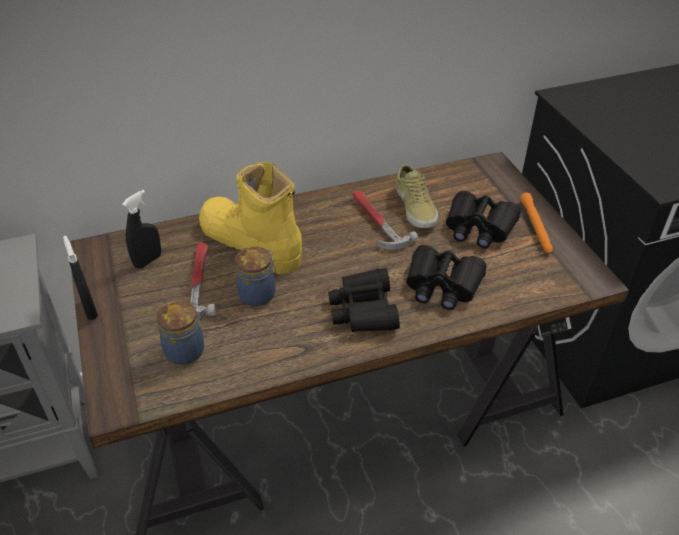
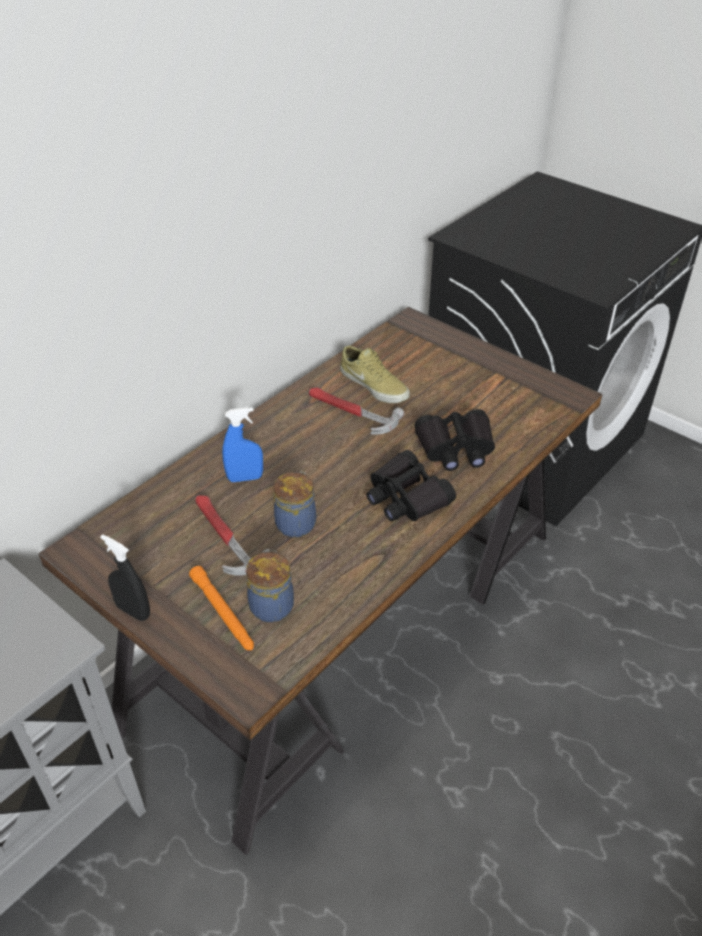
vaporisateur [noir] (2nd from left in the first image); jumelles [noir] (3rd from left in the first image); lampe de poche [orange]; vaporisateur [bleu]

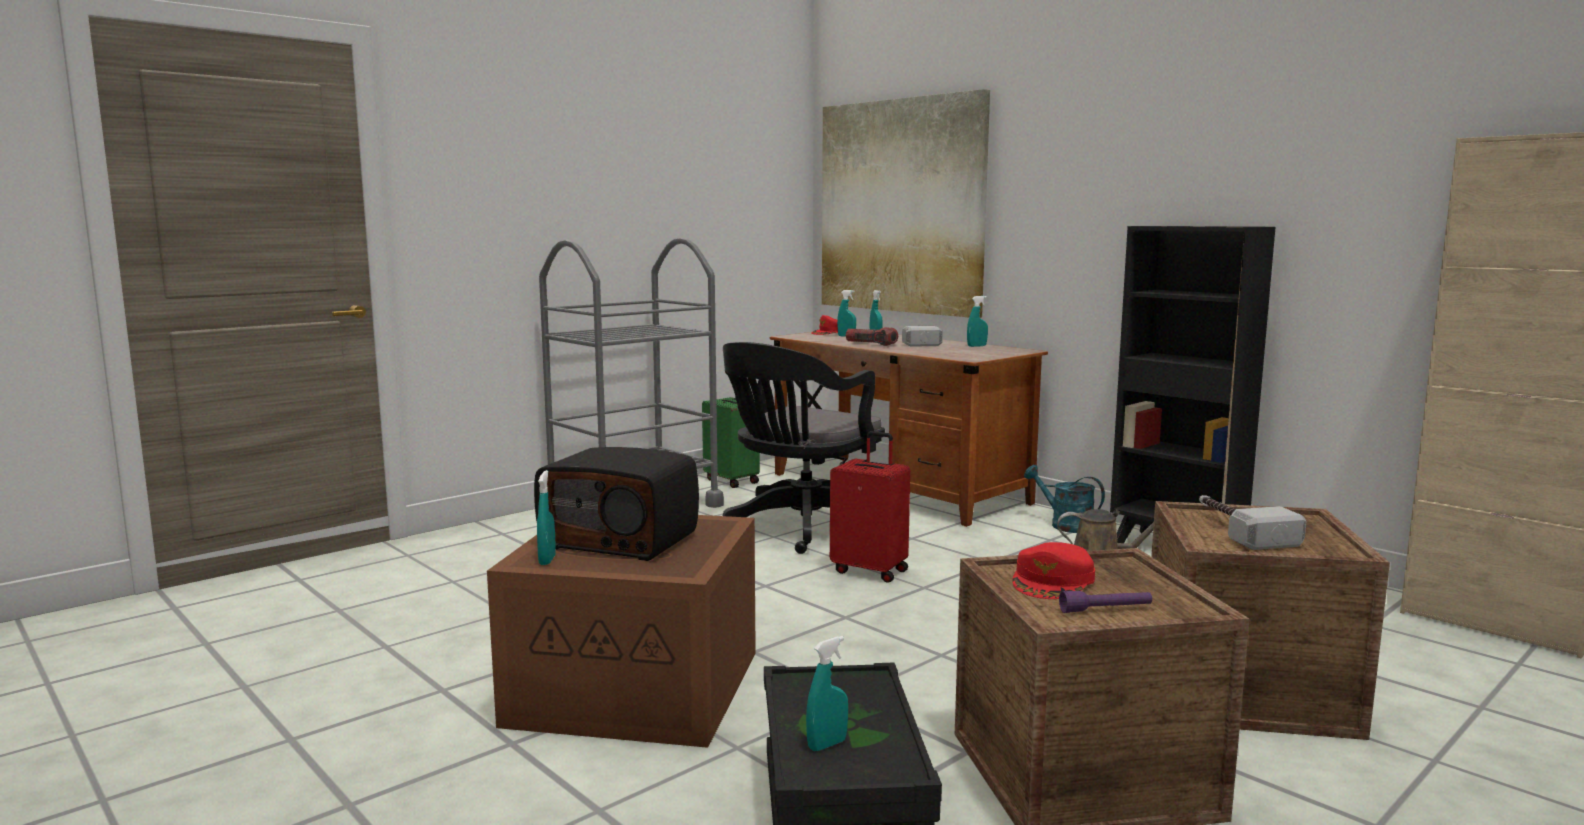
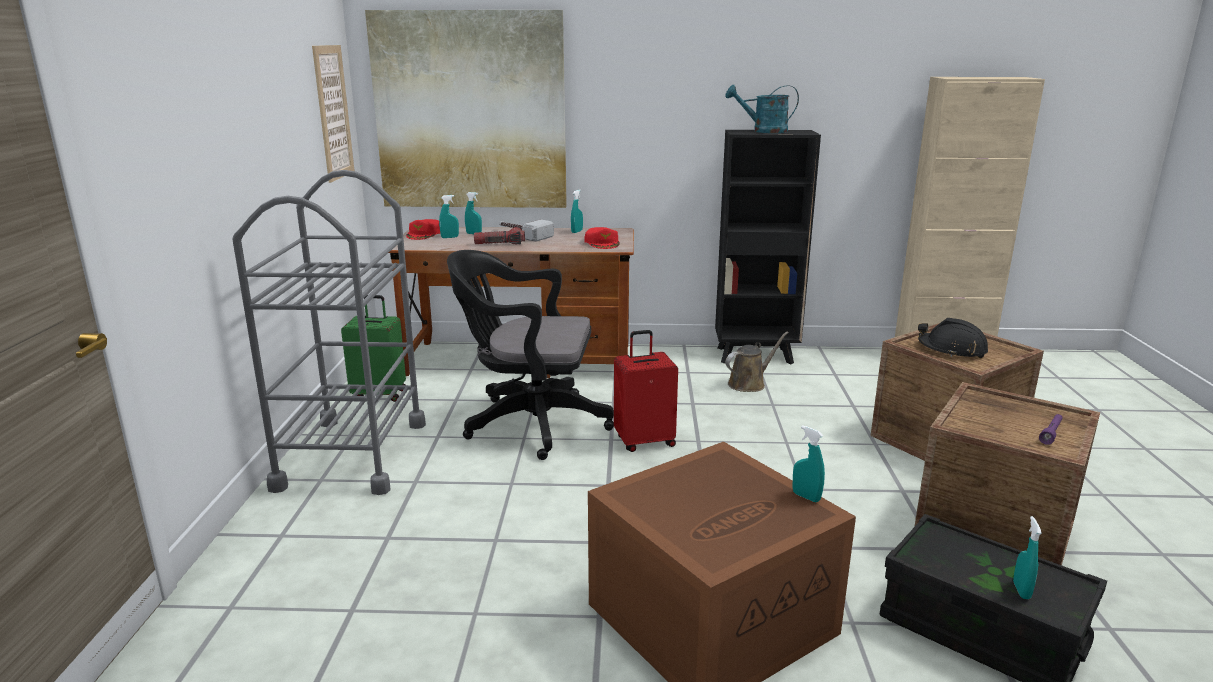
radio; tableau (1st from left); vaporisateur [turquoise] (4th from left); casquette [rouge] (2nd from left); arrosoir [turquoise]; casque de chantier [noir]; chaise de bureau [noir]

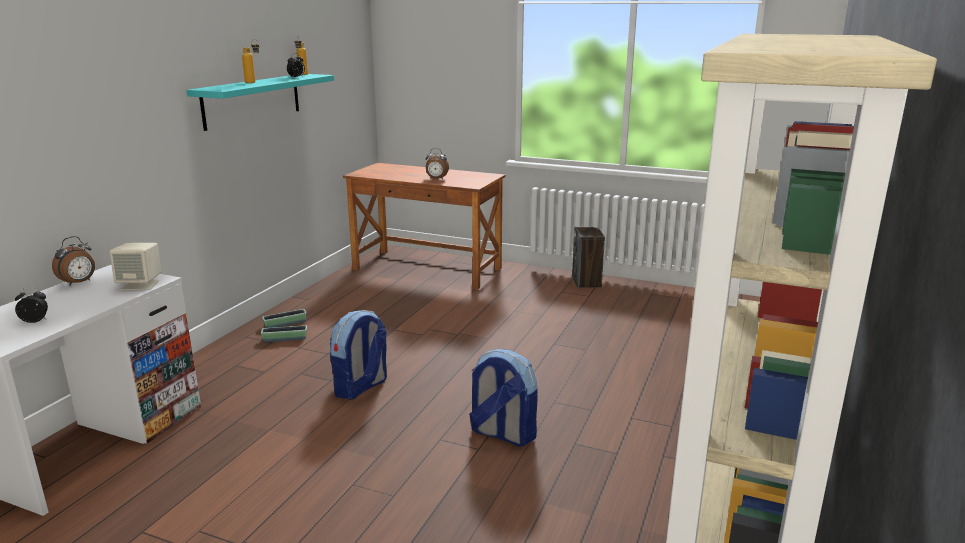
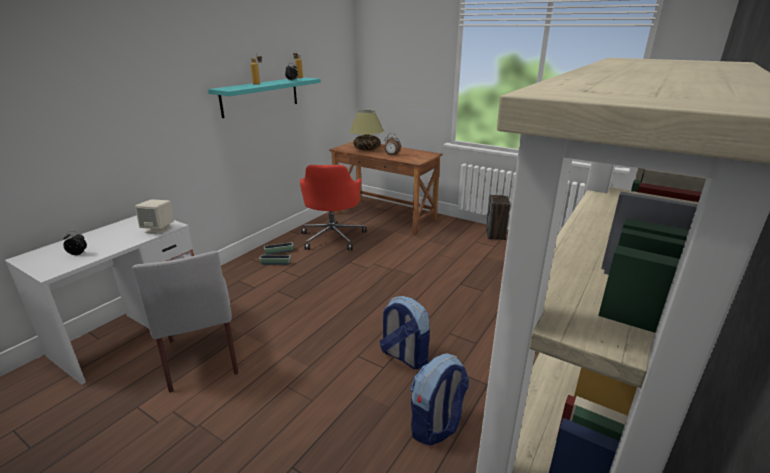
réveil (2nd from left in the first image); chaise [gris]; chaise de bureau [rouge]; lampe de table; sac à dos (2nd from left)

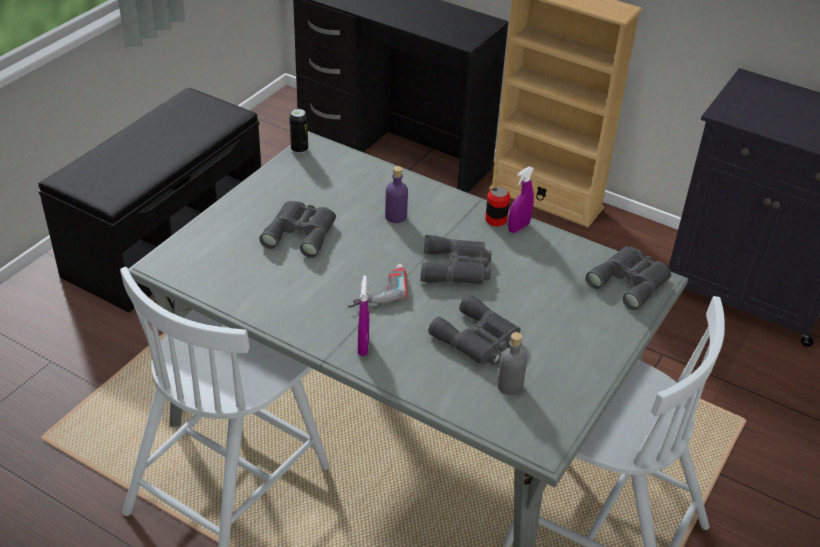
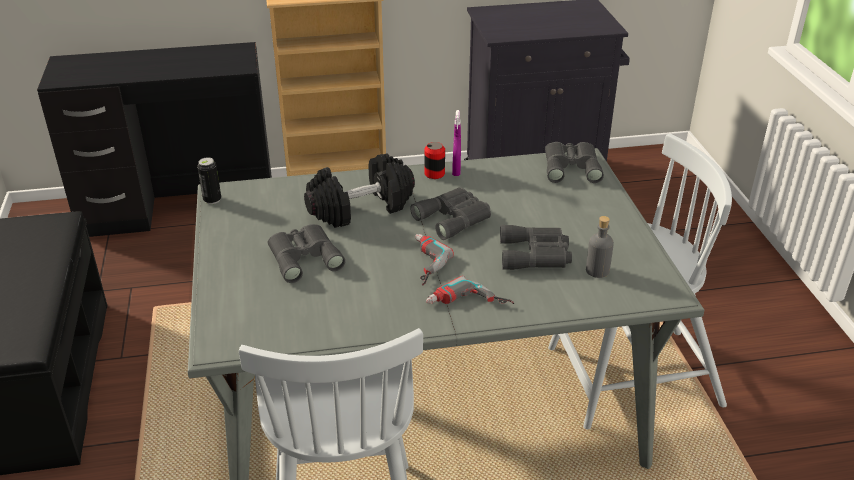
perceuse (2nd from left); haltère [noir]

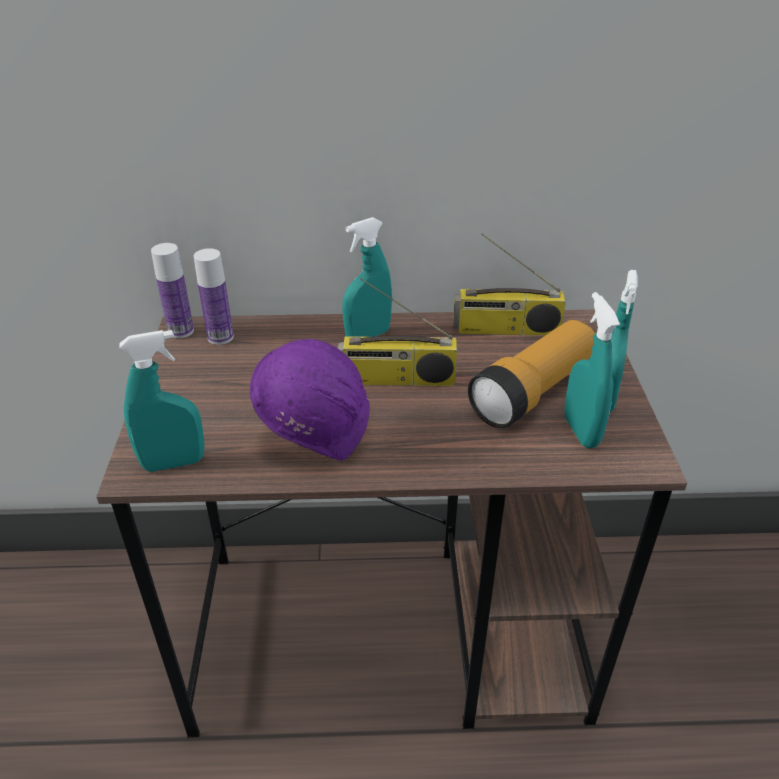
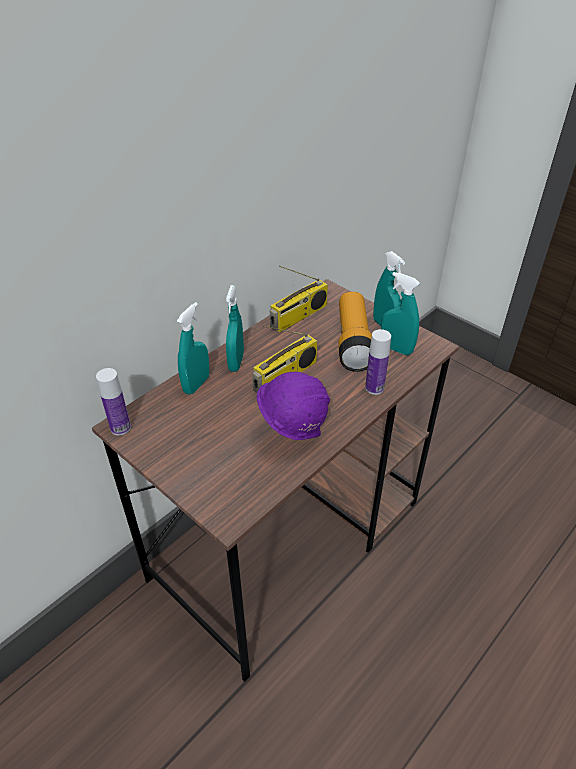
vaporisateur [turquoise] (1st from left); bouteille (2nd from left)

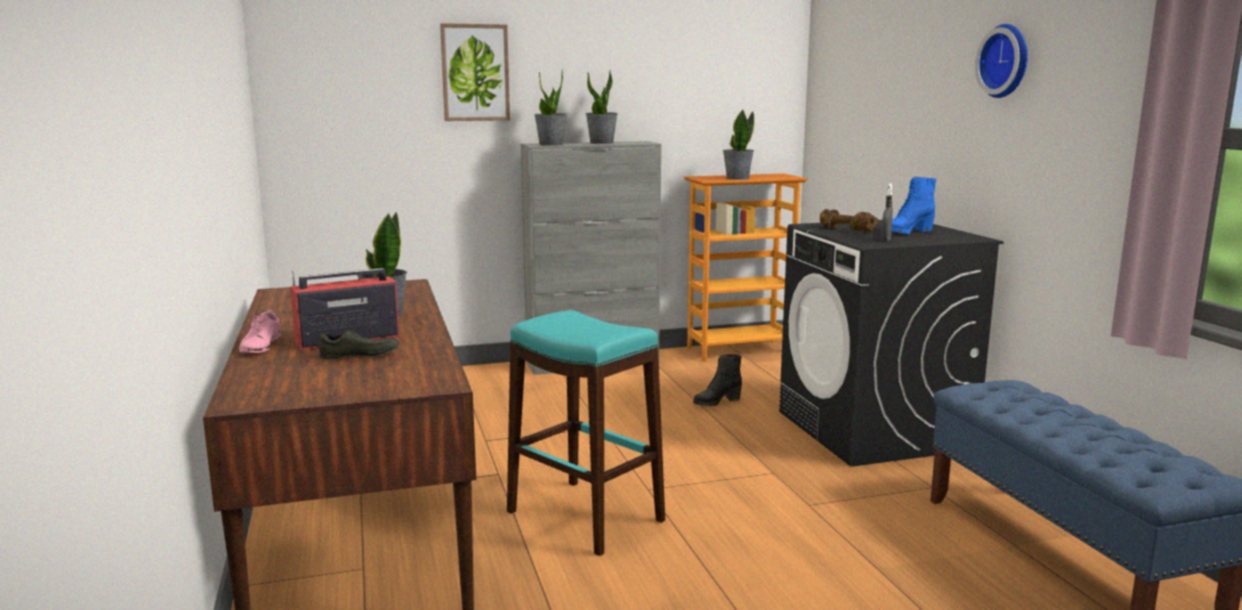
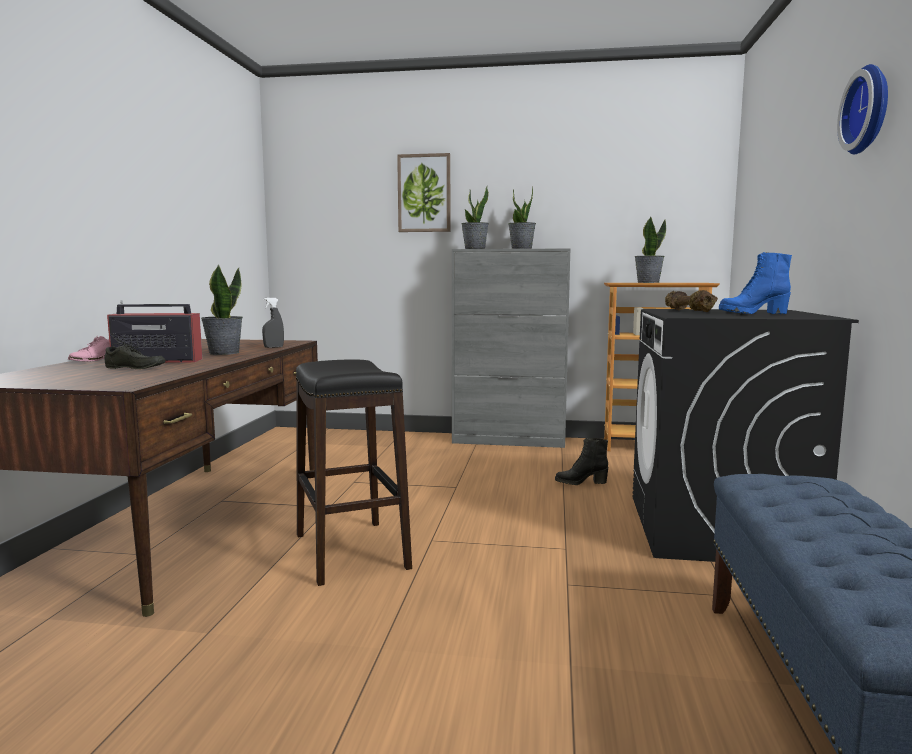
vaporisateur [gris]; tabouret [noir]

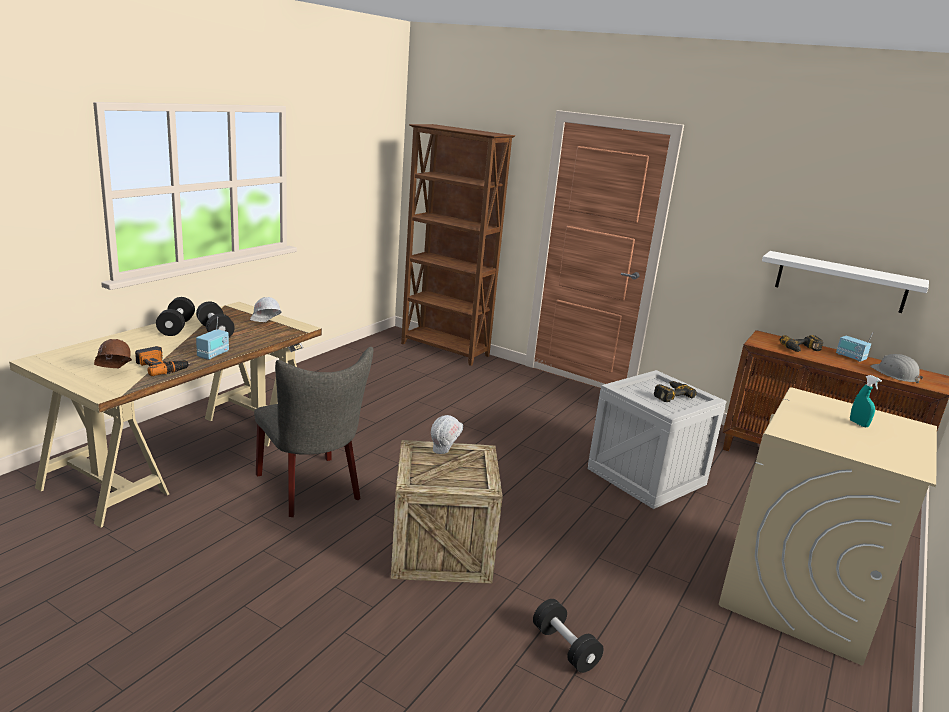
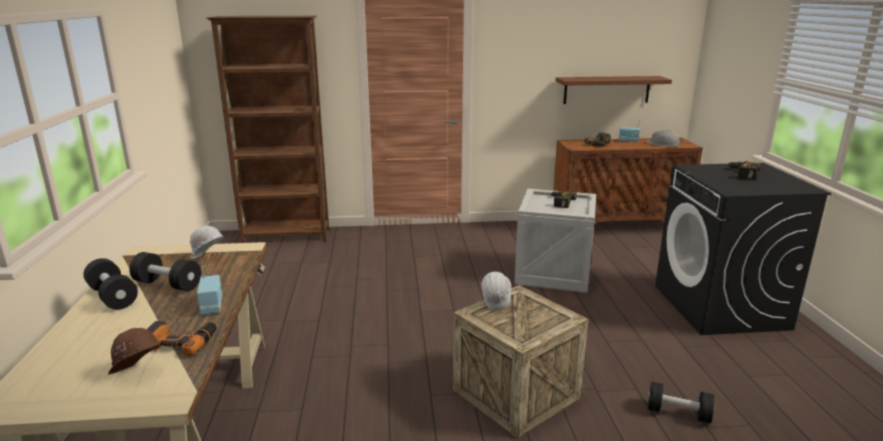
chaise [gris]; perceuse (4th from left); lave-linge [noir]; étagère [marron]

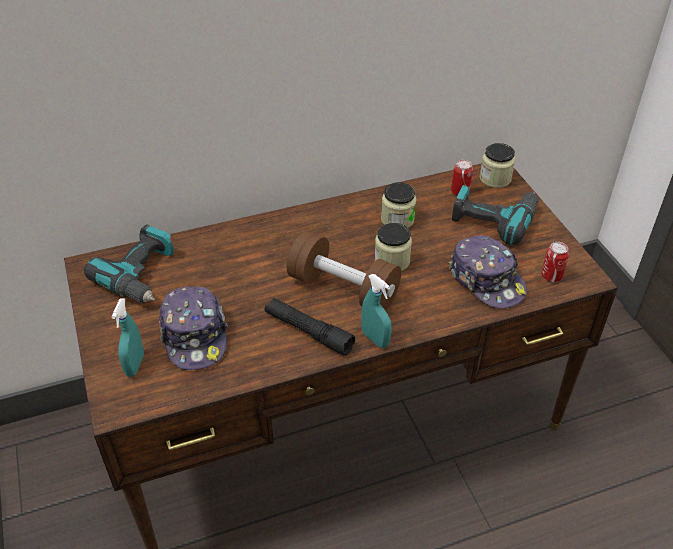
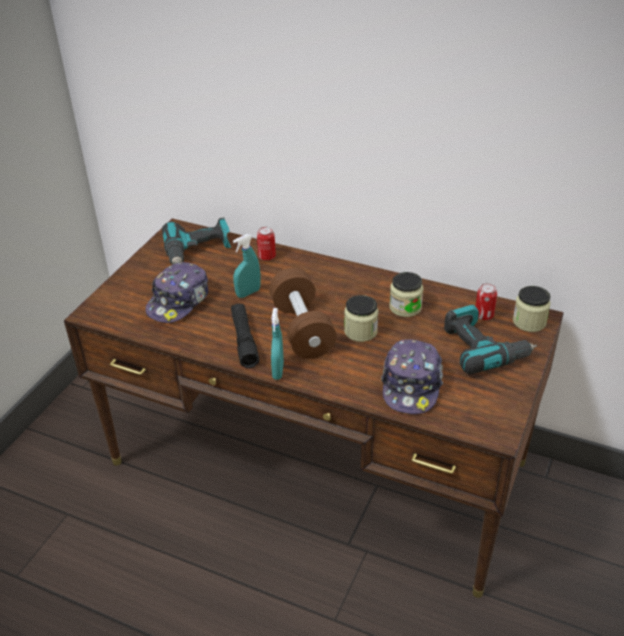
vaporisateur [turquoise] (1st from left); boîte métallique (1st from left)

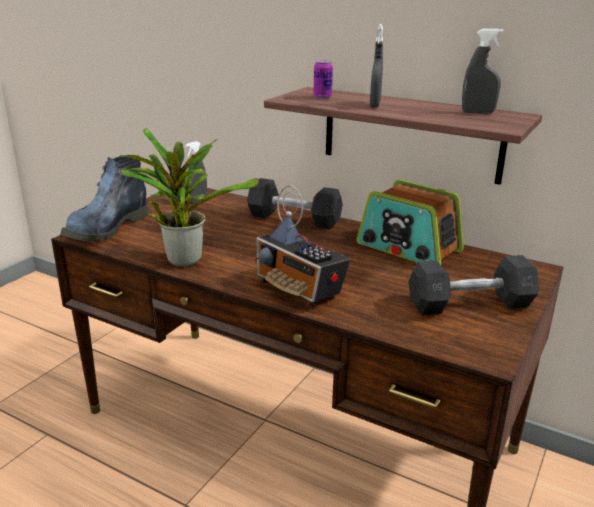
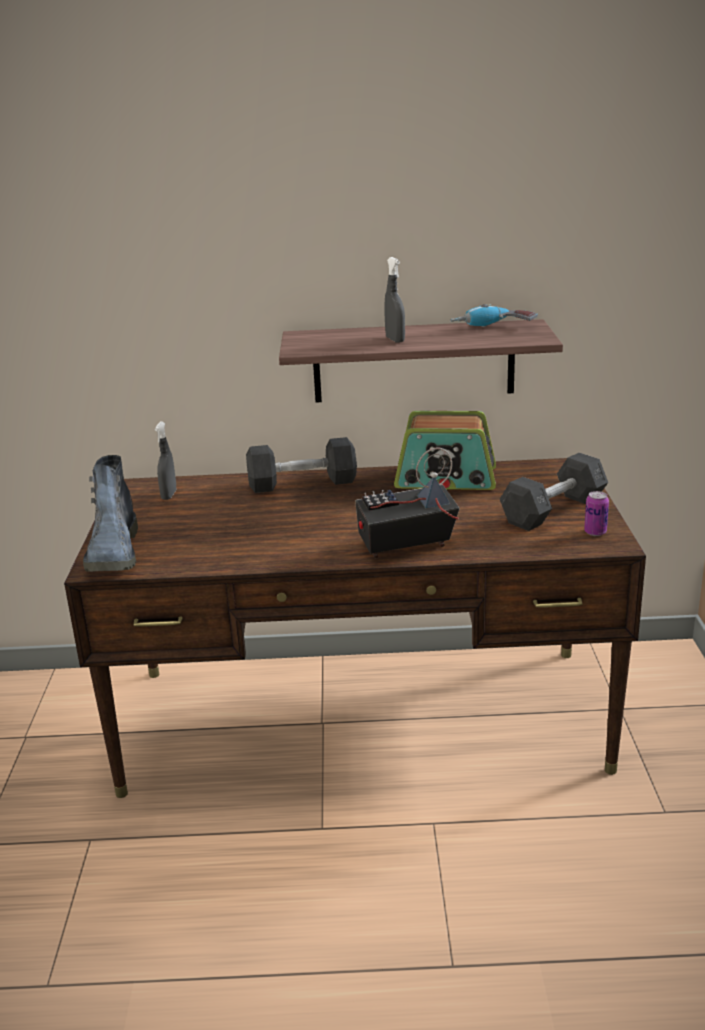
plante en pot; boîte métallique; perceuse; radio (1st from left)

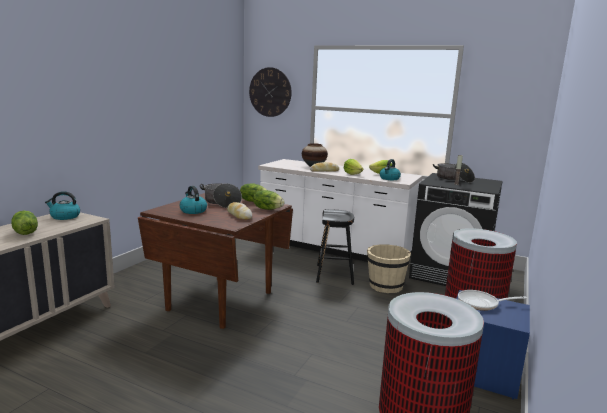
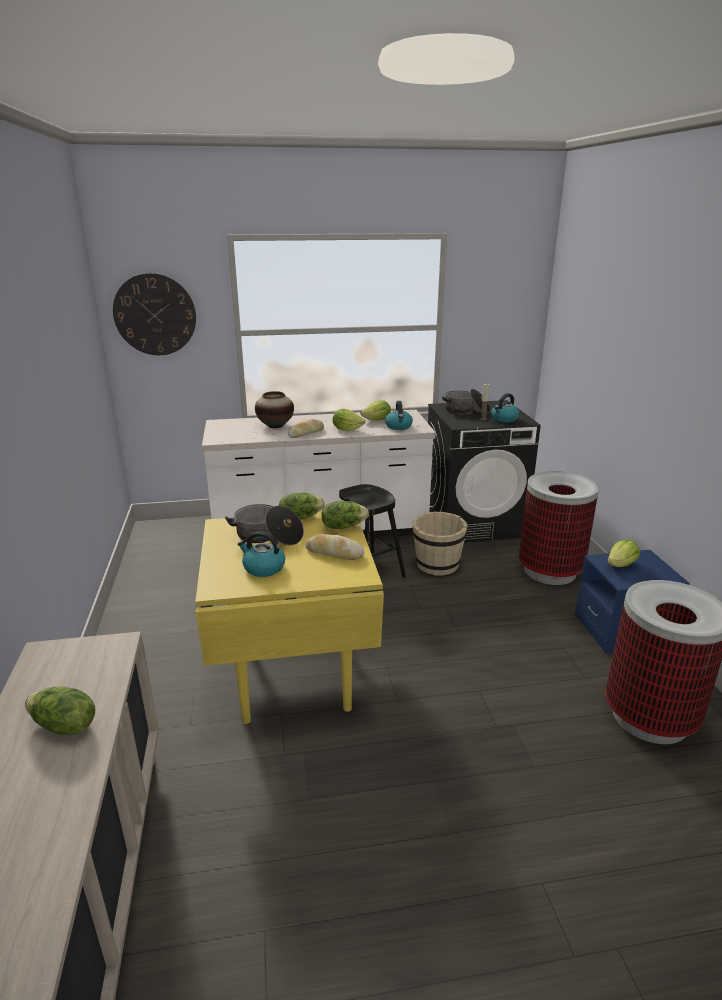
bouilloire (3rd from left); laitue (6th from left); table à manger [jaune]

